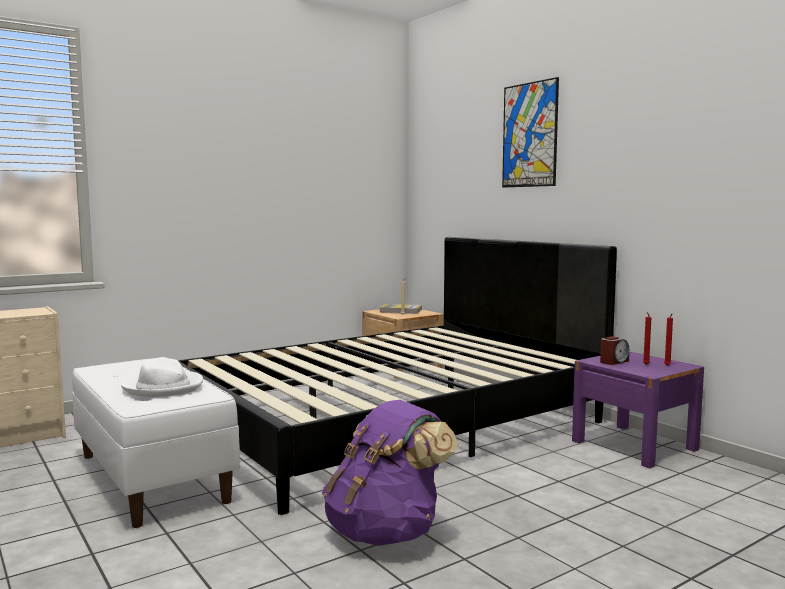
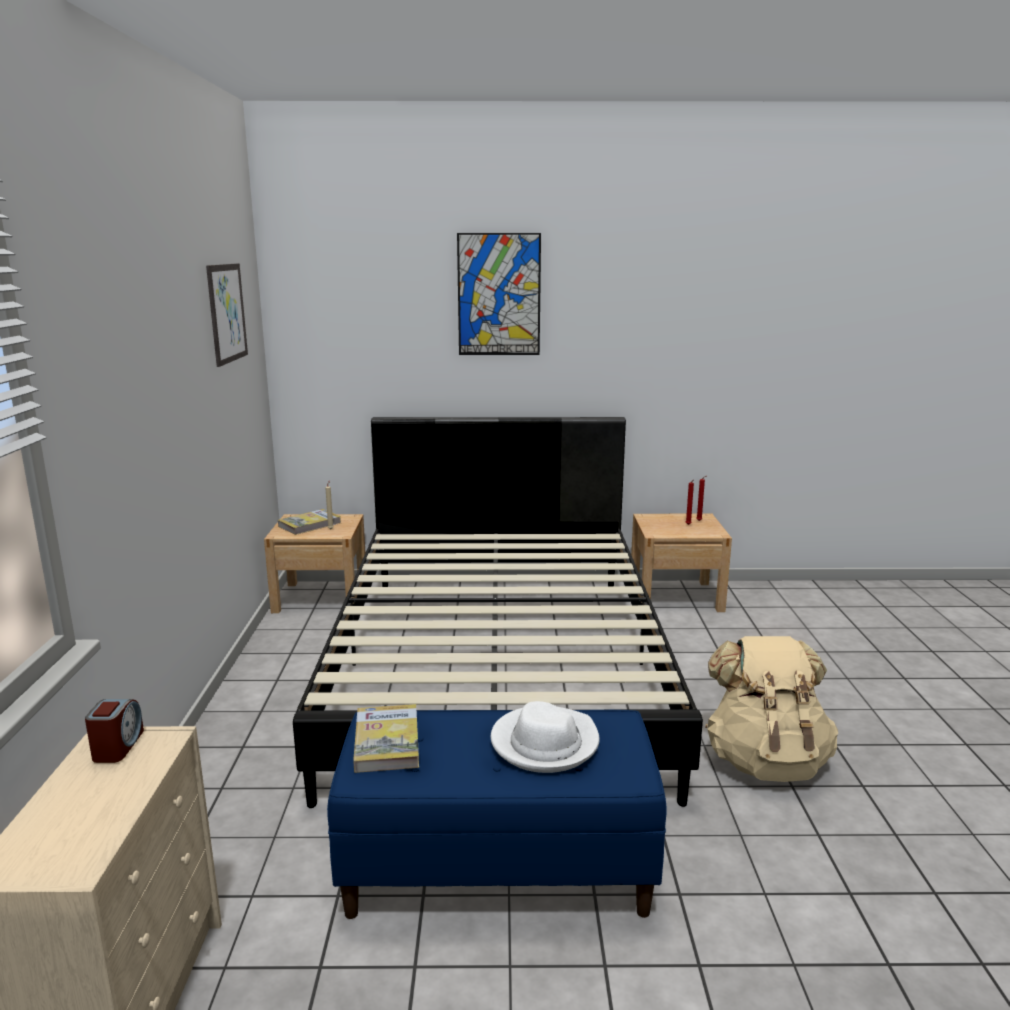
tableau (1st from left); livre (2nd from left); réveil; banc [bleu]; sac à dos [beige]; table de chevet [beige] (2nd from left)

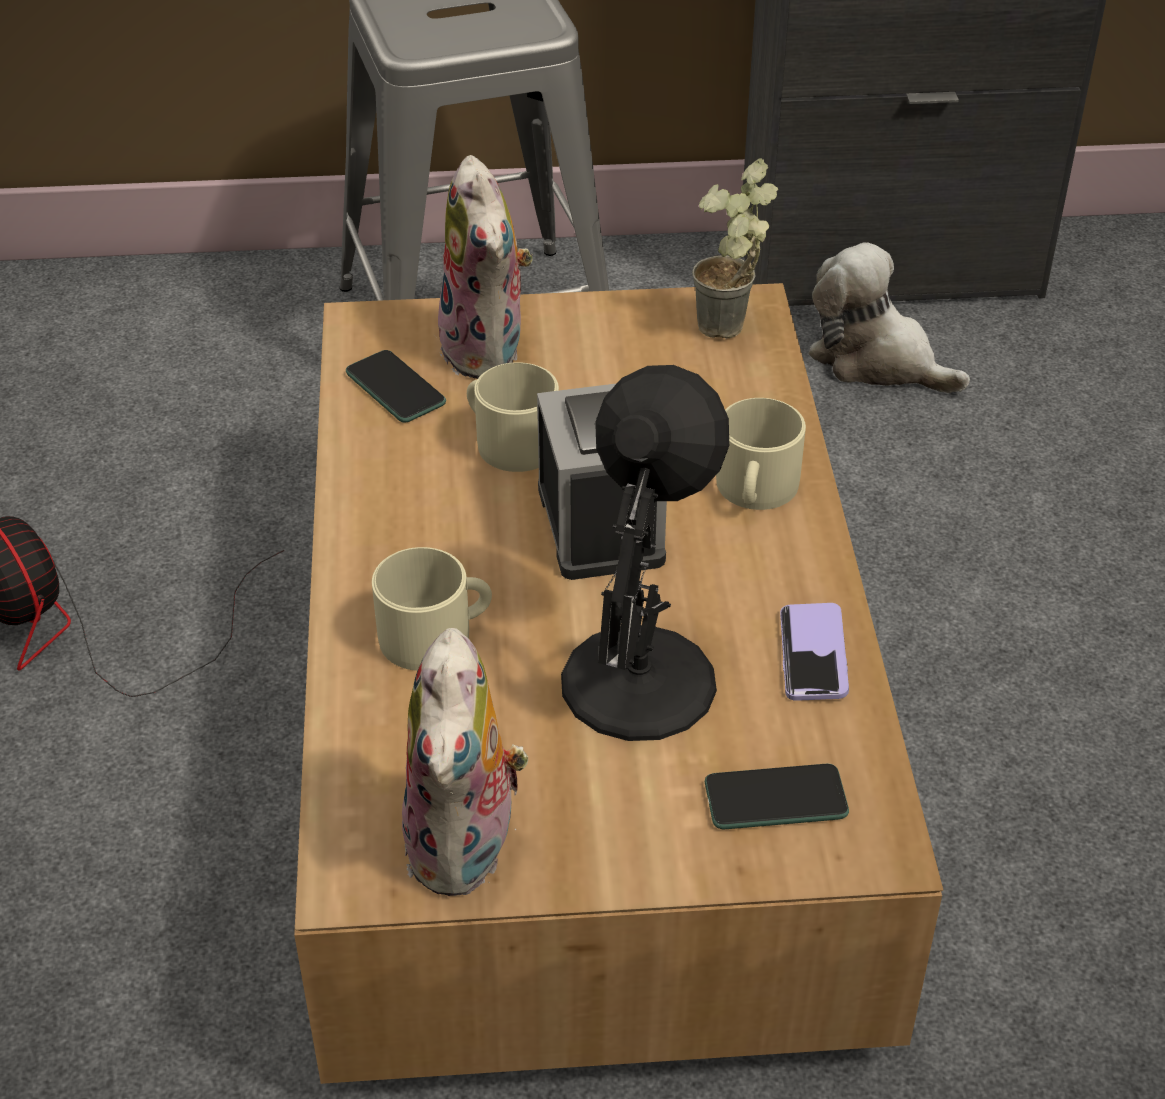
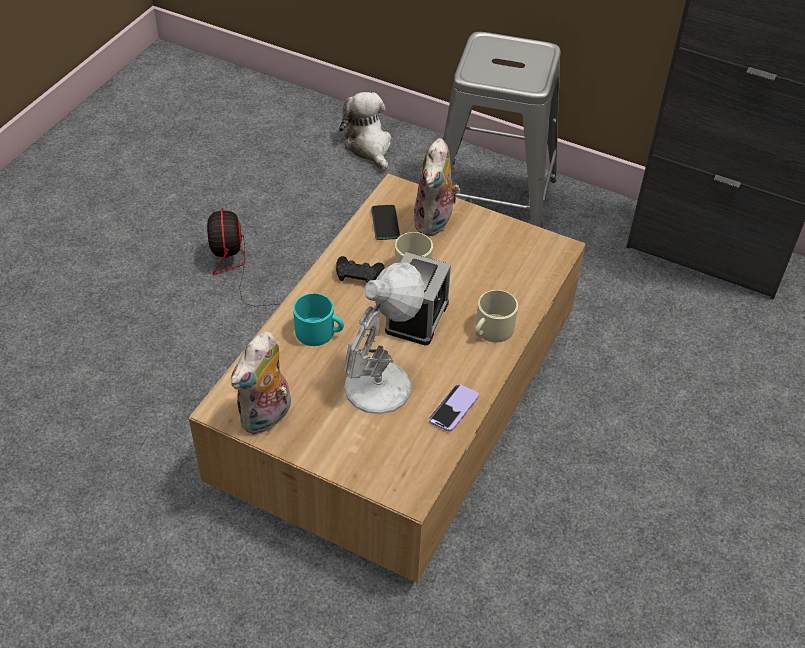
plante en pot; téléphone (2nd from left in the first image); manette [noir]; peluche (2nd from left); mug [turquoise]; lampe de table [blanc]

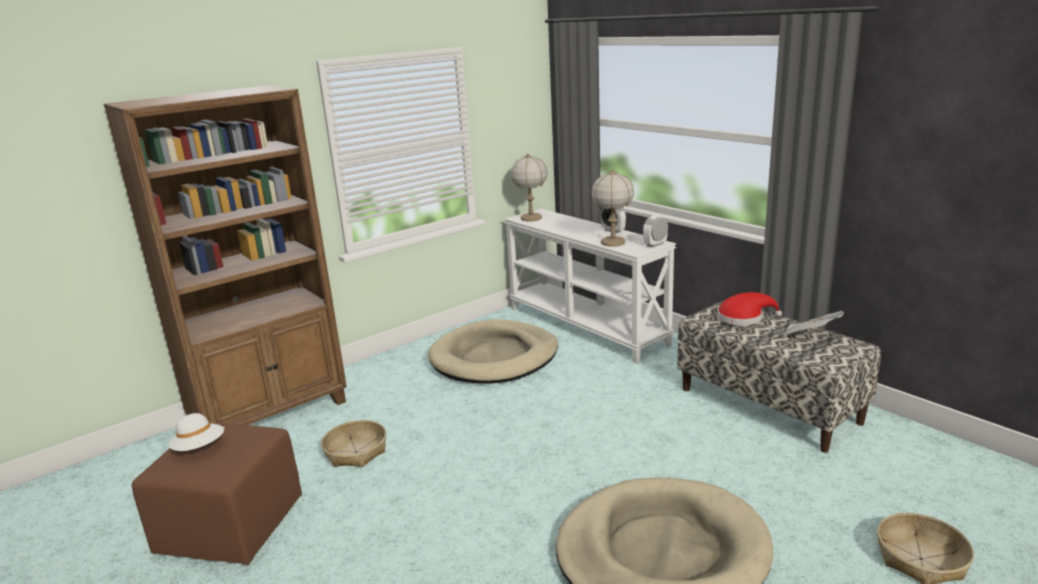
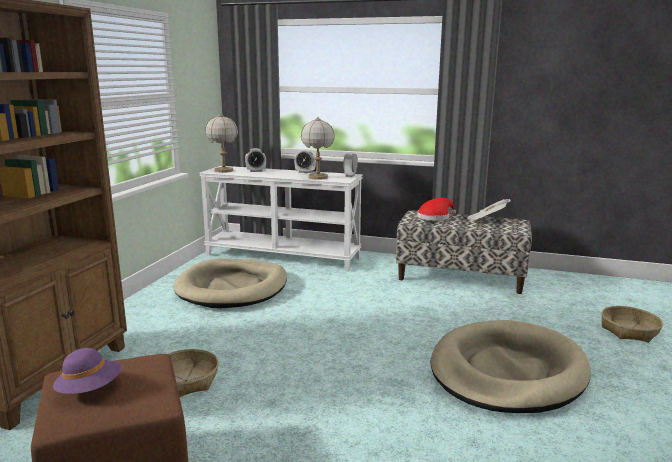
réveil (1st from left); chapeau [violet]

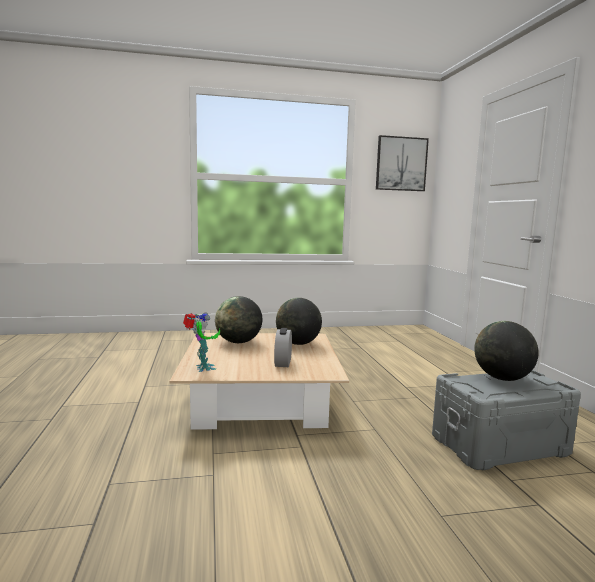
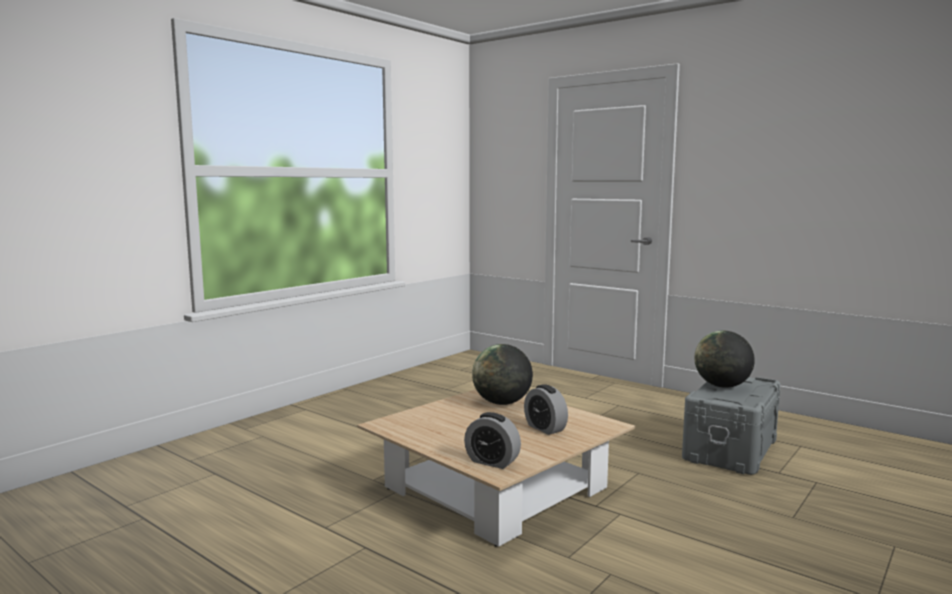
globe (1st from left in the first image); tableau; réveil (1st from left)

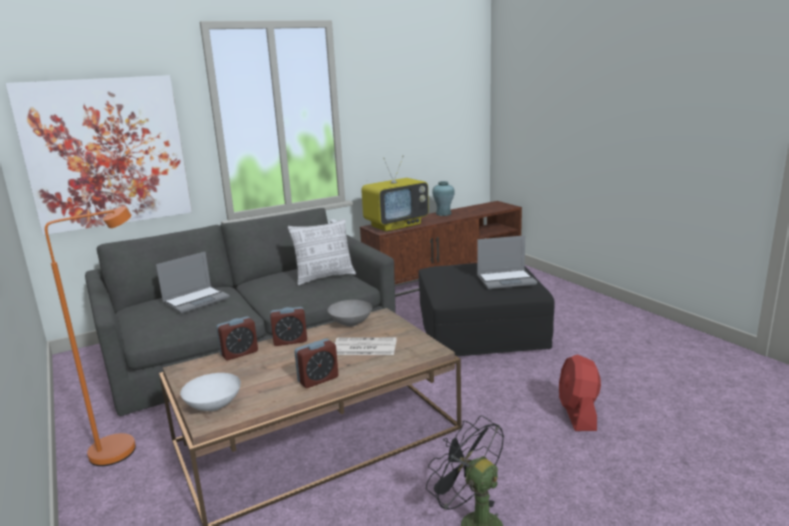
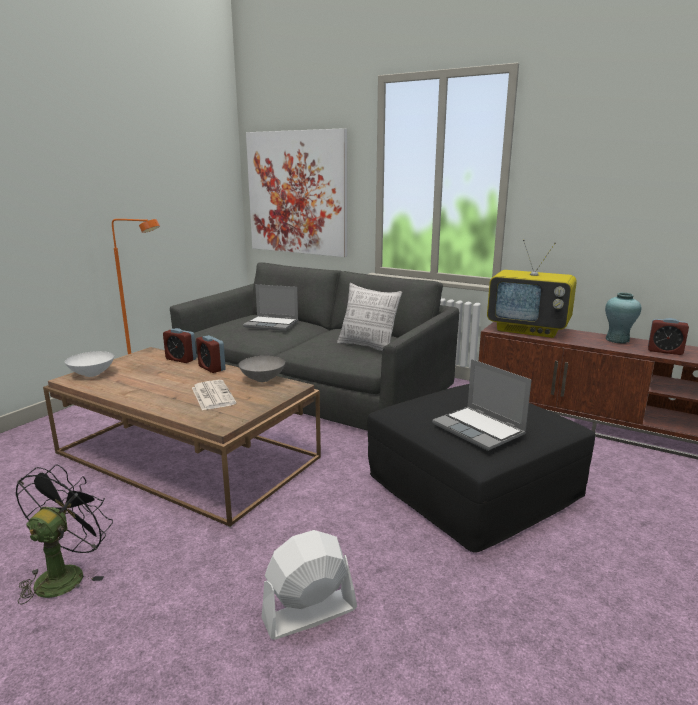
réveil (3rd from left); ventilateur [blanc]

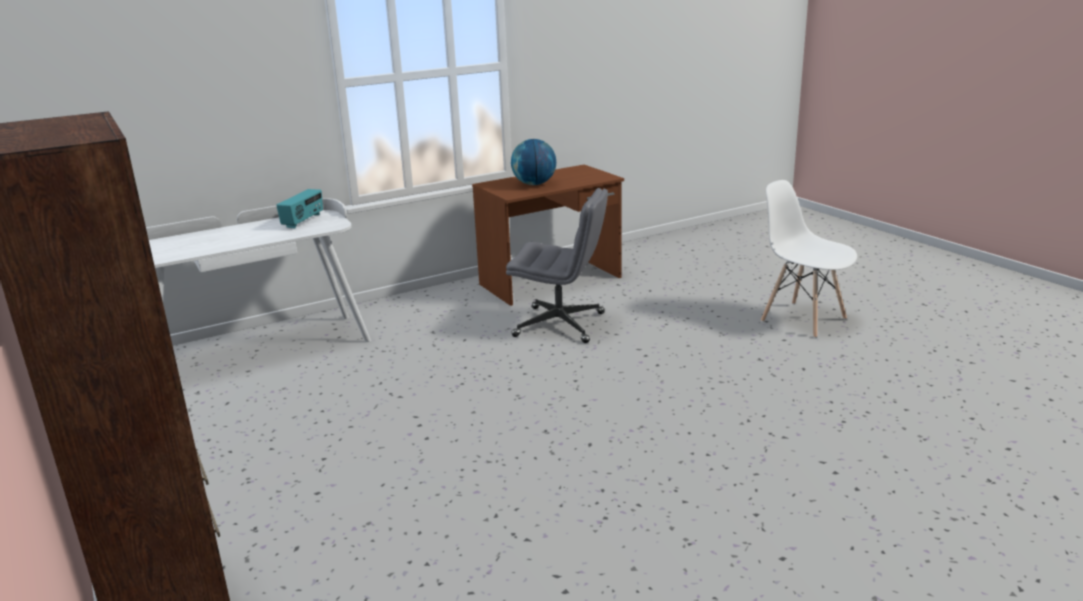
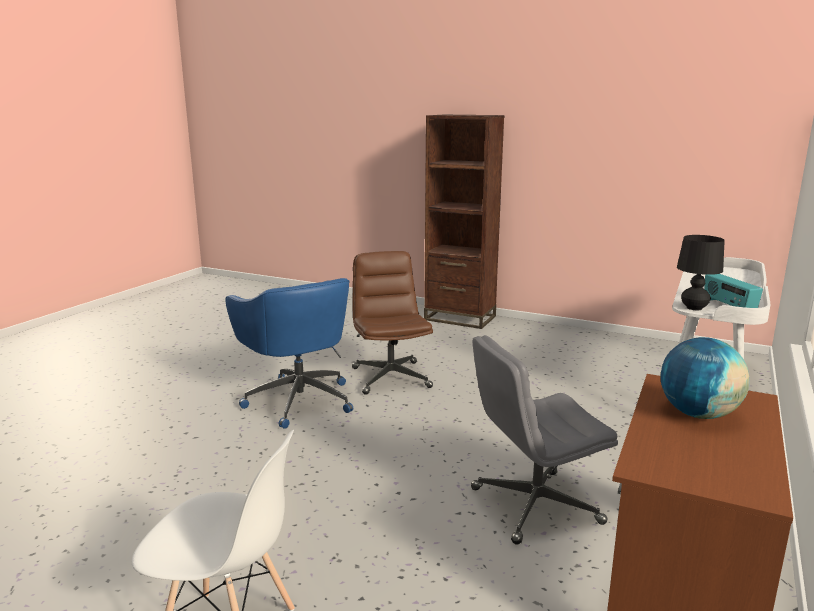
chaise de bureau [bleu]; chaise de bureau [marron]; lampe de table [noir]

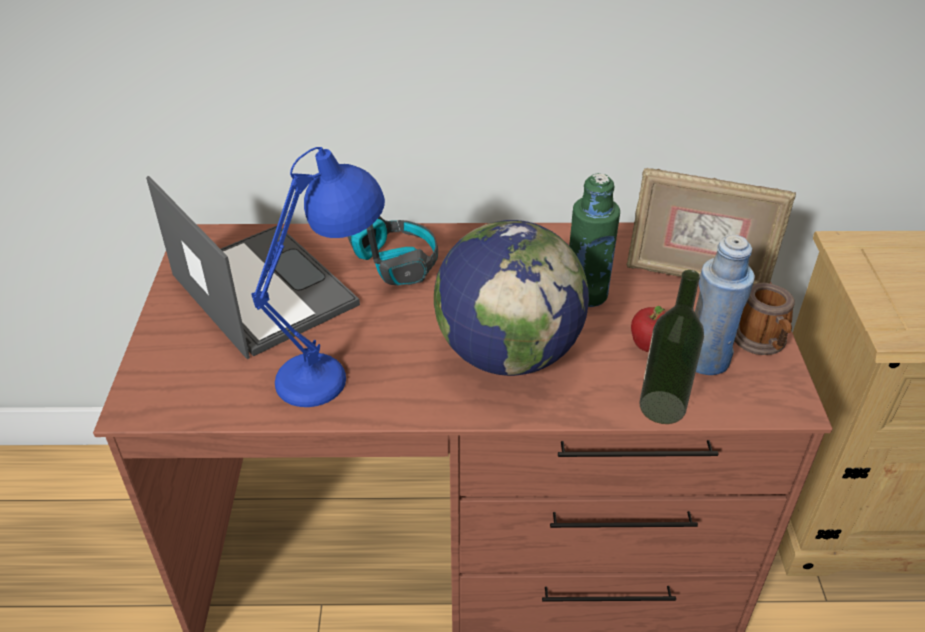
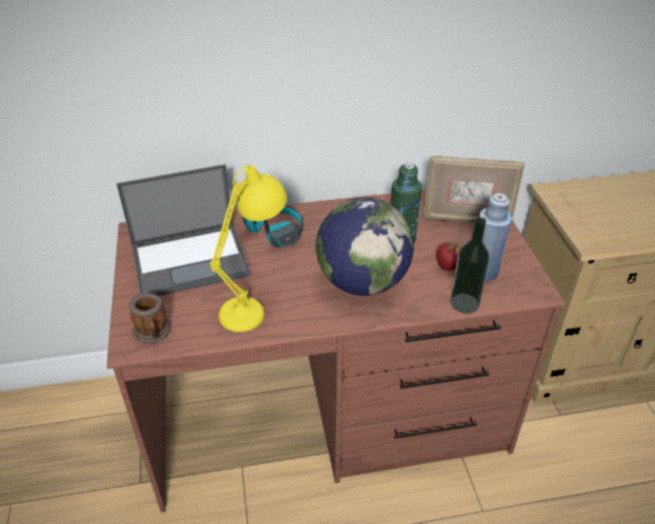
mug; lampe de table [jaune]; ordinateur portable

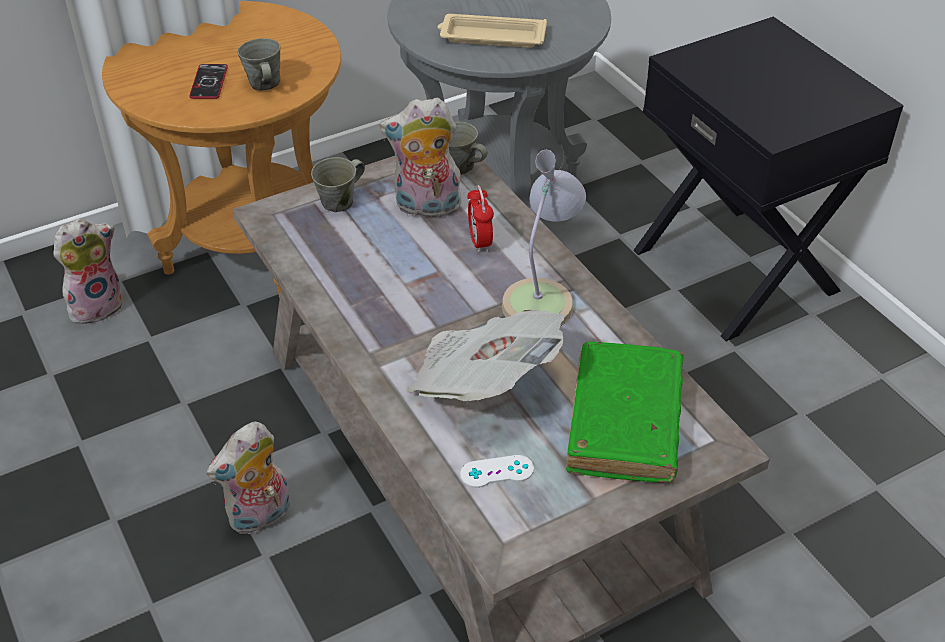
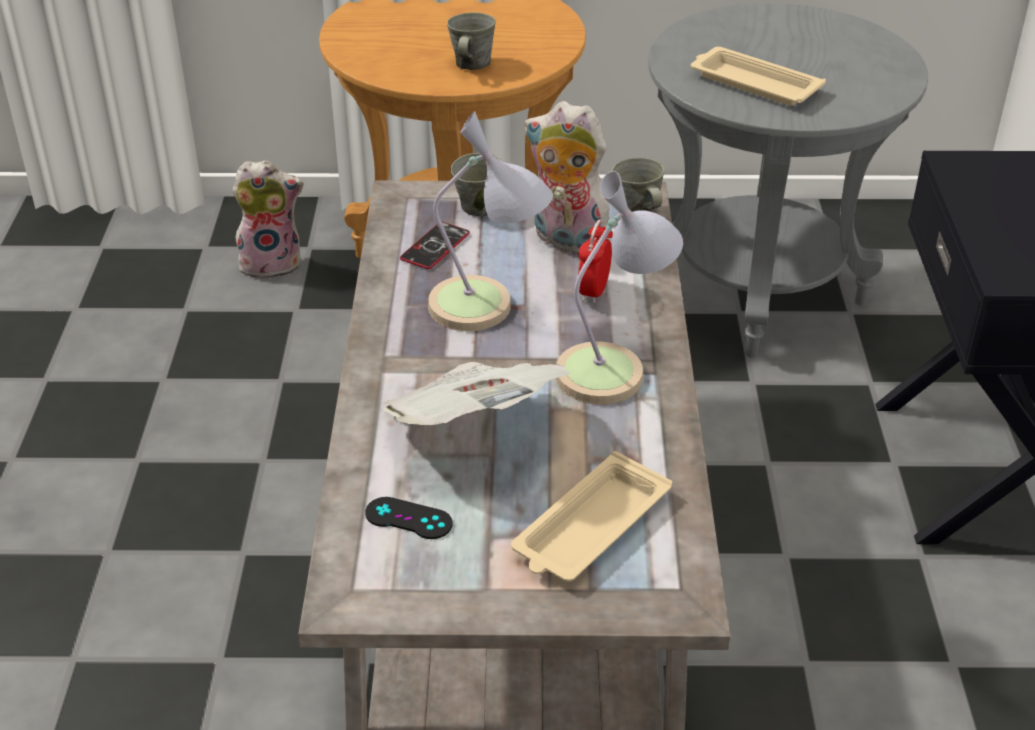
peluche (2nd from left in the first image); lampe de table (1st from left); téléphone; plateau [beige] (1st from left); manette [noir]

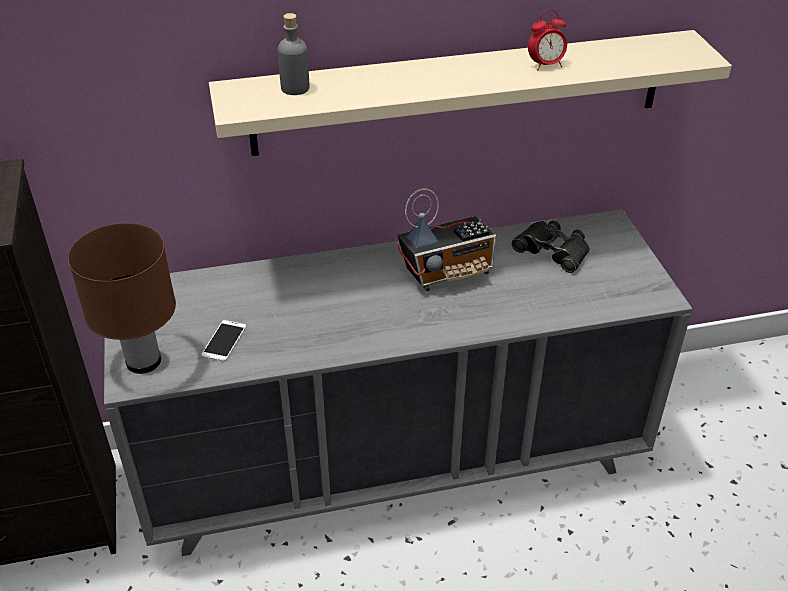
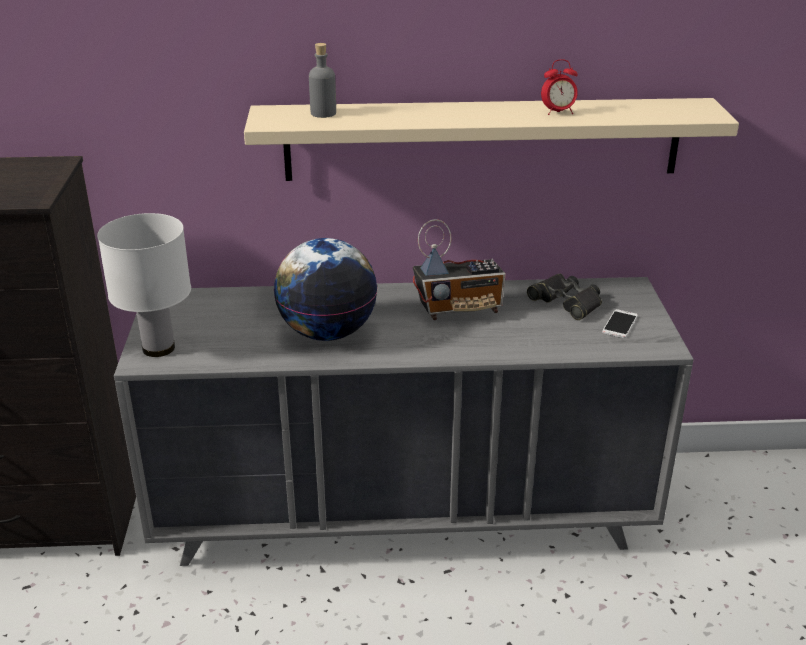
globe; téléphone; lampe de table [blanc]

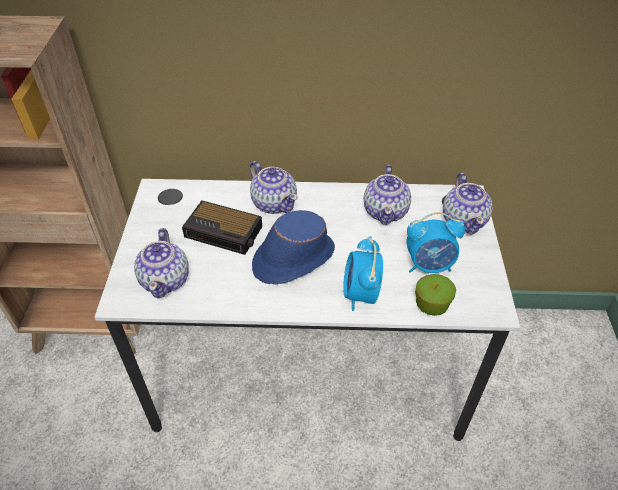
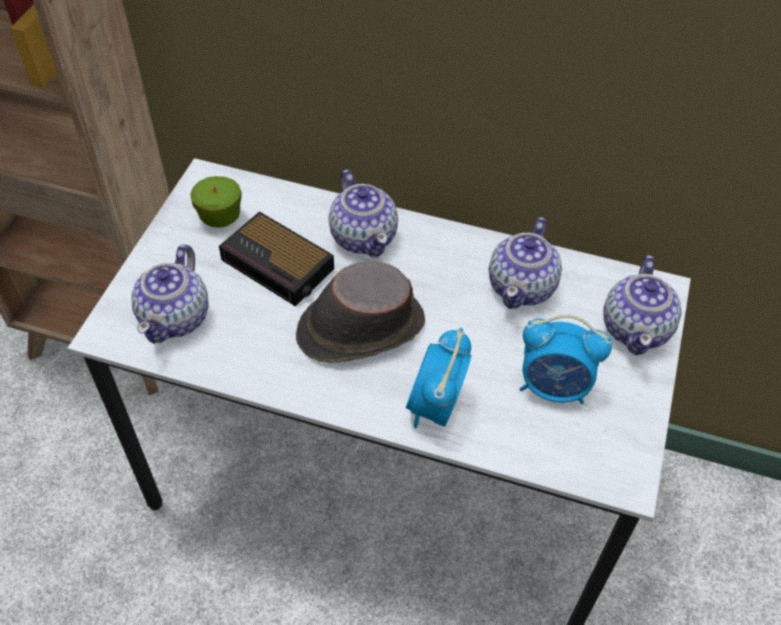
pomme; chapeau [marron]

